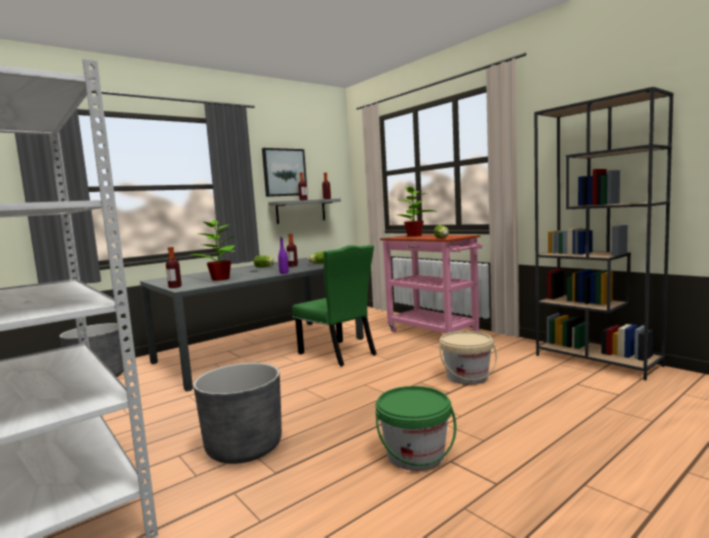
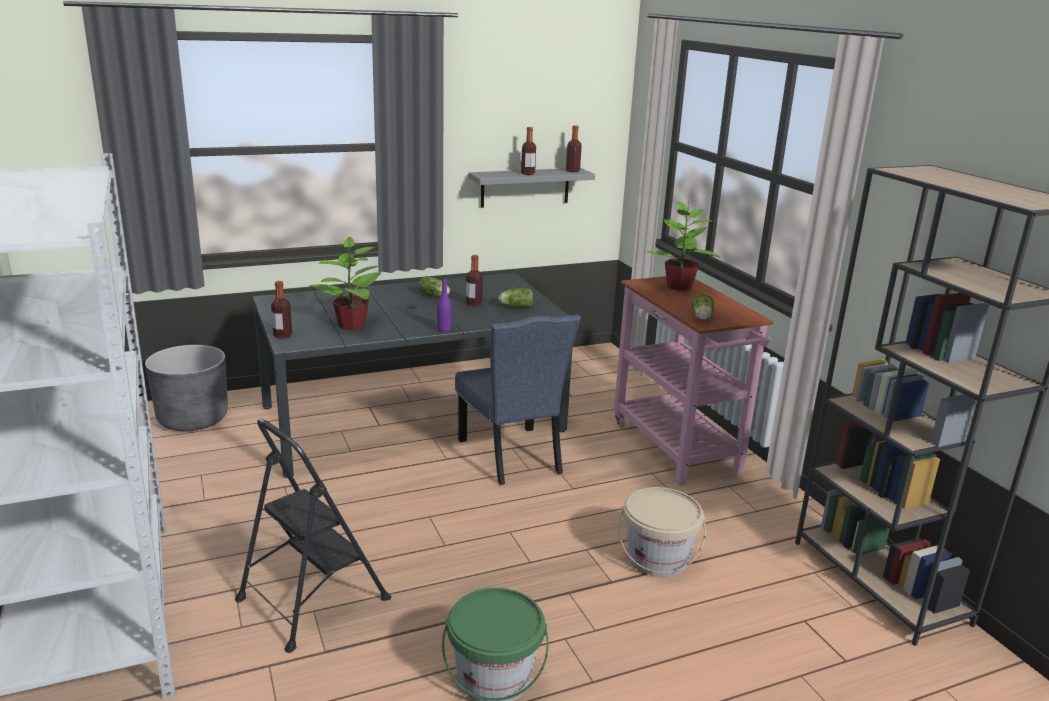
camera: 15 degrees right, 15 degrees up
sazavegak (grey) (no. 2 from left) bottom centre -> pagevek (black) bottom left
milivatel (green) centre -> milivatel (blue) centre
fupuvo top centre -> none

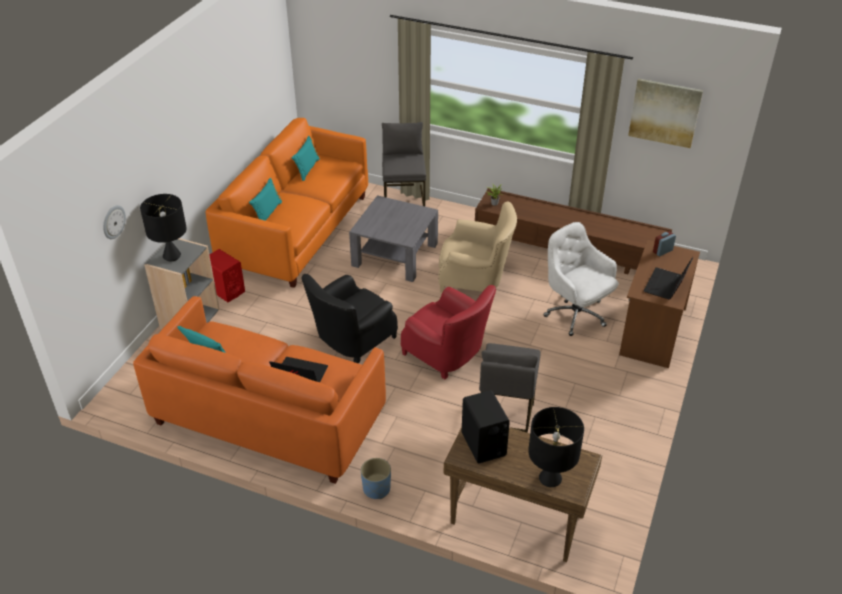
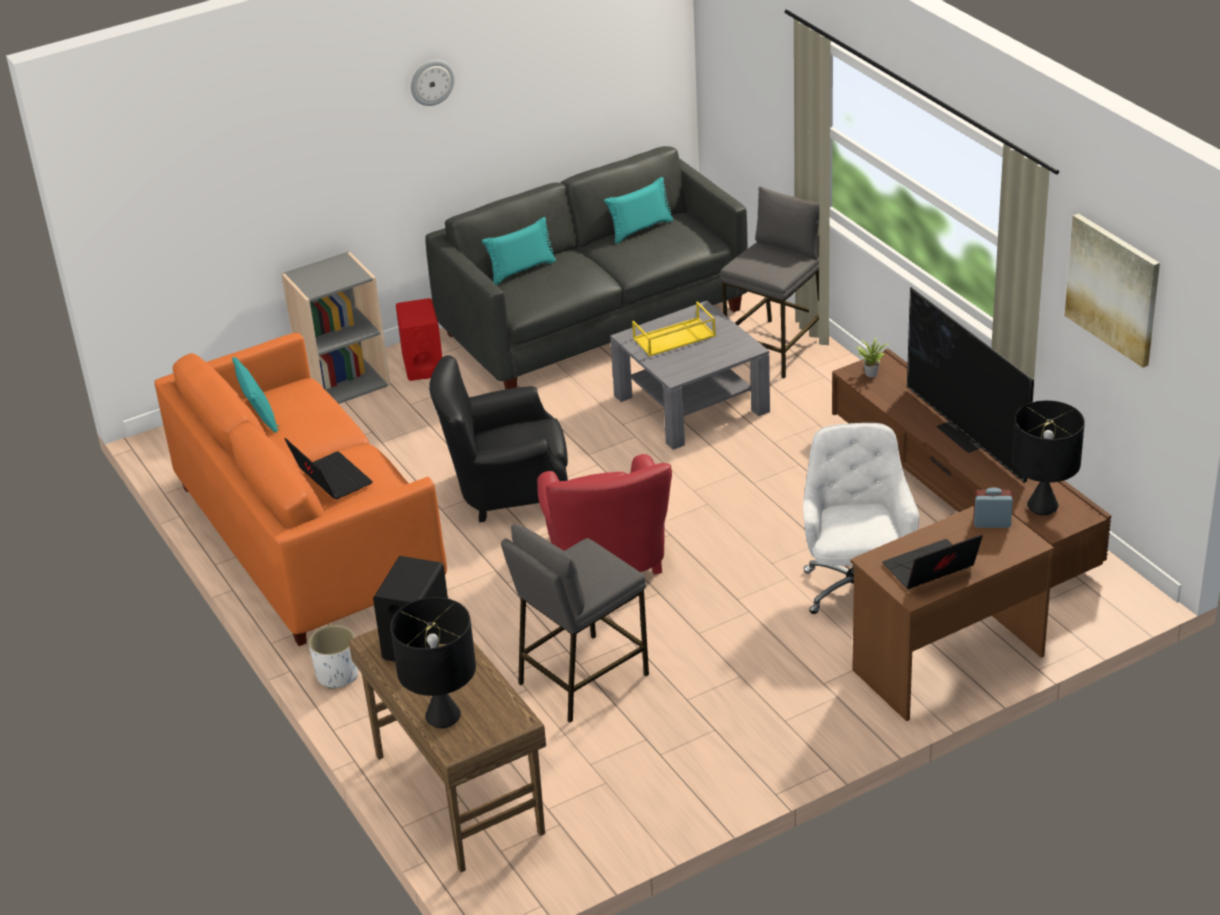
camera: 40 degrees right, 5 degrees down
sazavegak (blue) bottom centre -> sazavegak (white) bottom left
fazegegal middle left -> fazegegal top centre, relocated
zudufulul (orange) (no. 2 from left) centre -> zudufulul (grey) top centre
none -> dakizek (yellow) centre
none -> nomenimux middle right
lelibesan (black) (no. 1 from left in the first image) middle left -> lelibesan (black) (no. 2 from left) middle right, relocated
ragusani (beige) centre -> none

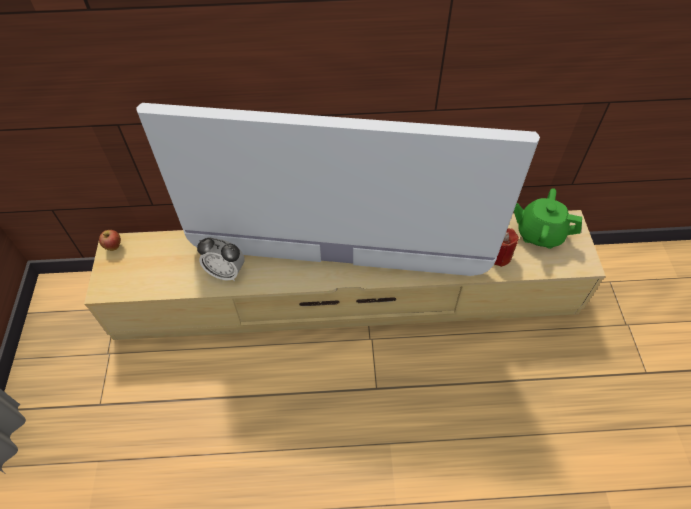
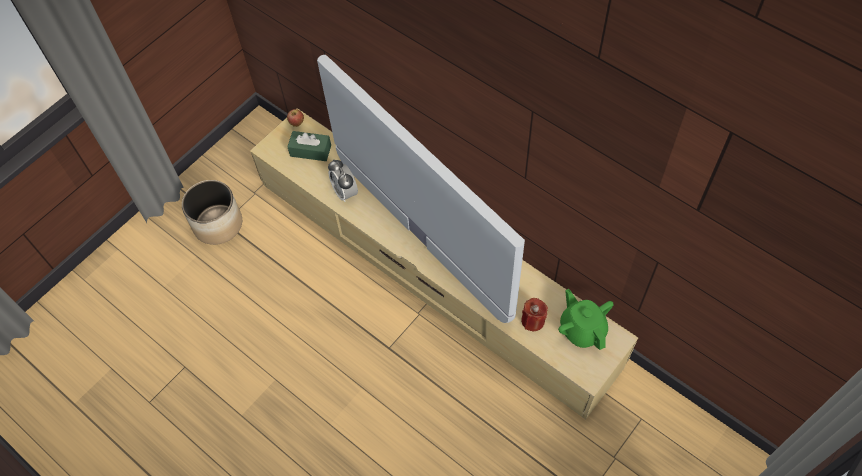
camera: 45 degrees right, 5 degrees up
none -> sazavegak middle left
none -> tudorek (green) top centre

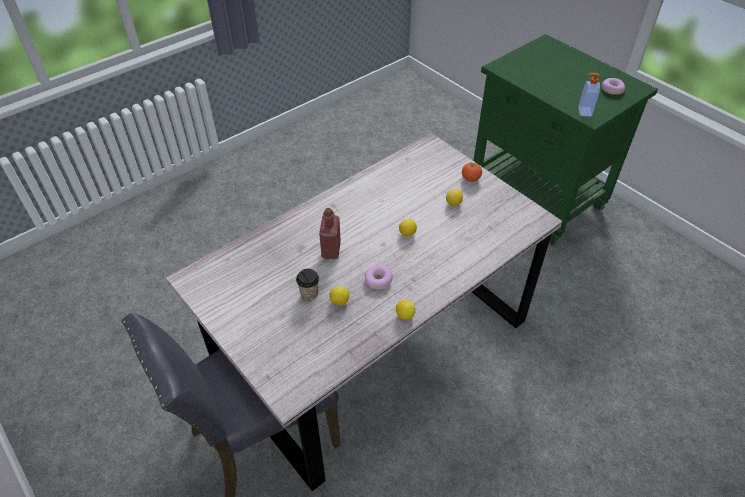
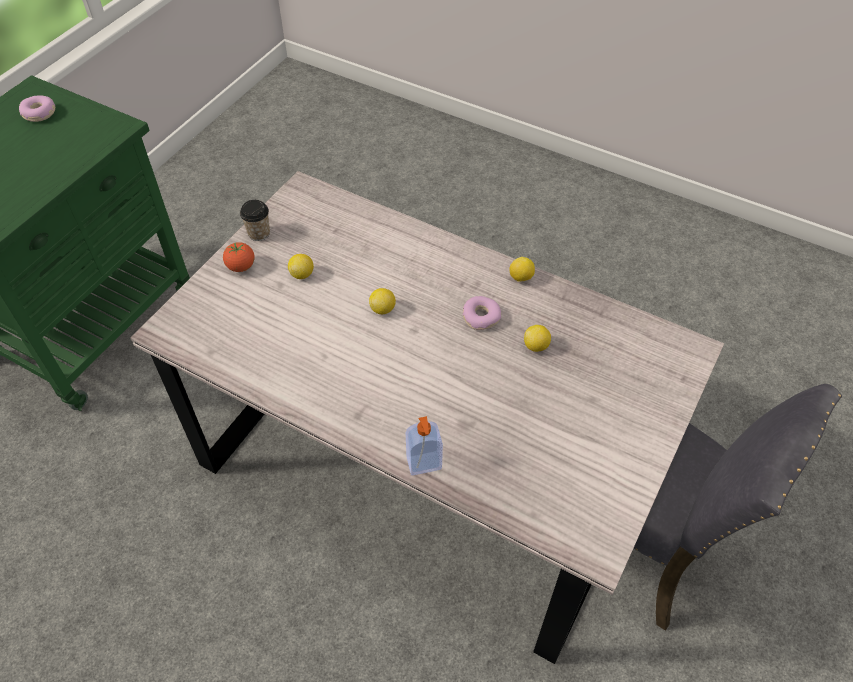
camera: 110 degrees left, 5 degrees up
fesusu centre -> fesusu top left, relocated
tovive top right -> tovive centre, relocated
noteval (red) centre -> none

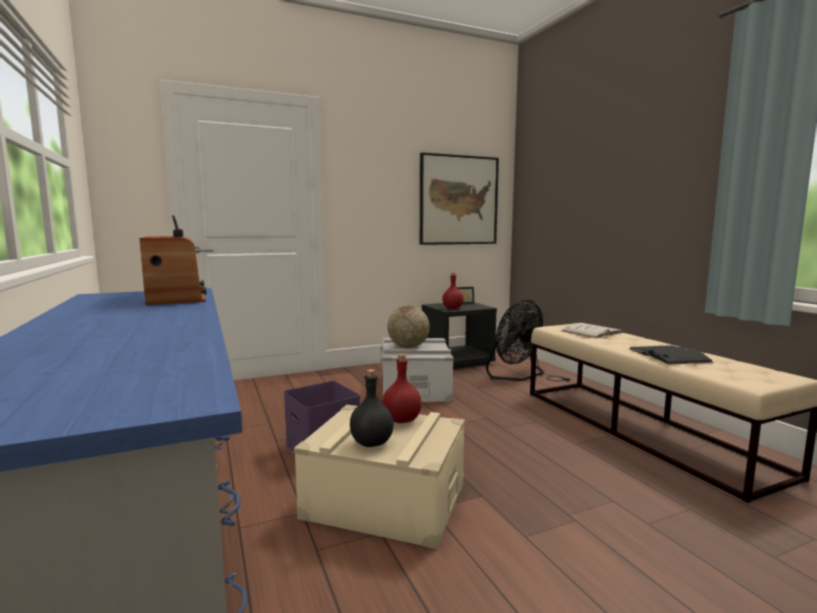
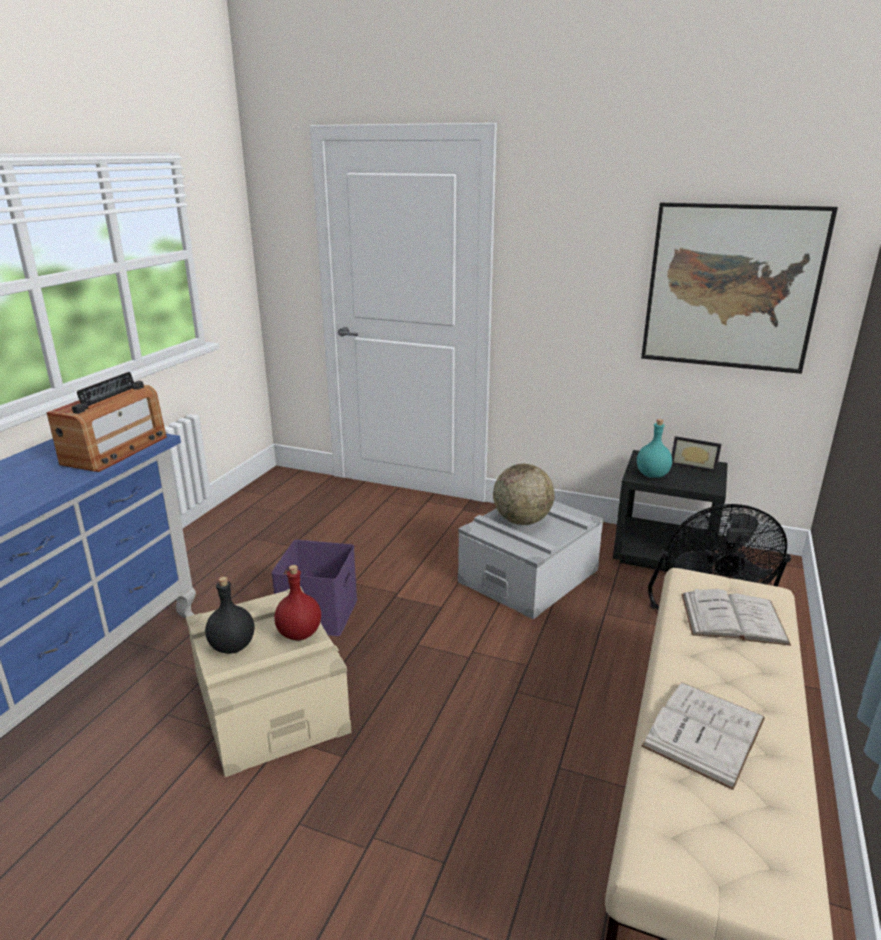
camera: 45 degrees right, 15 degrees up
noteval (red) (no. 2 from left) centre -> noteval (turquoise) middle right
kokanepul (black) middle right -> kokanepul (white) (no. 1 from left) bottom right

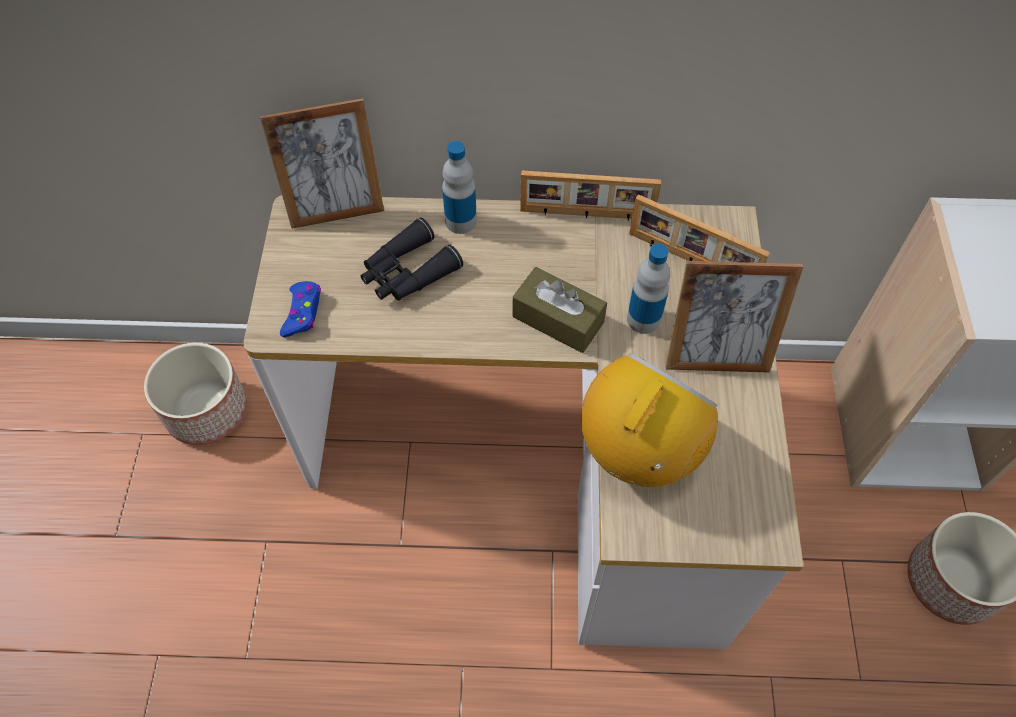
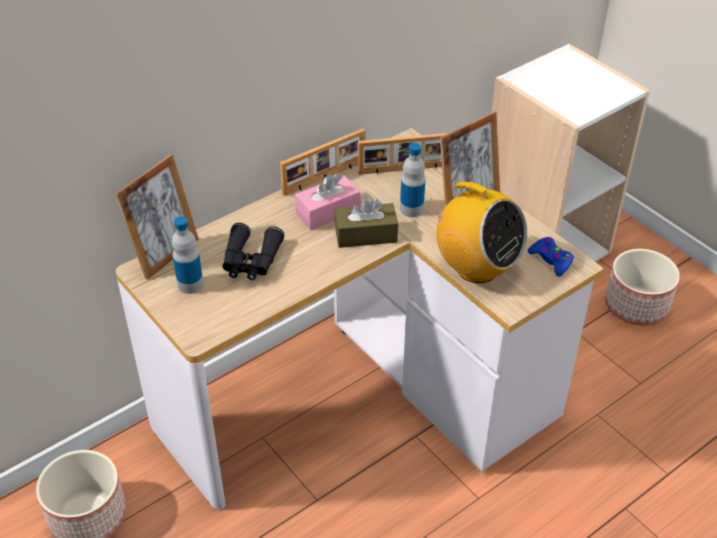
camera: 40 degrees left, 15 degrees down
noteval (no. 1 from left) top centre -> noteval (no. 1 from left) middle left, relocated
none -> tudorek (pink) centre
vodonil centre -> vodonil middle right, 135 degrees clockwise
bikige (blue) middle left -> bikige (blue) middle right, relocated

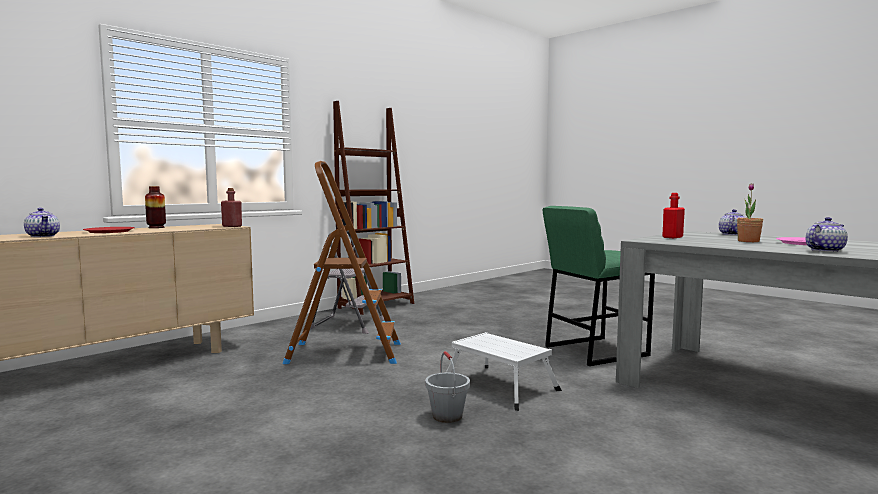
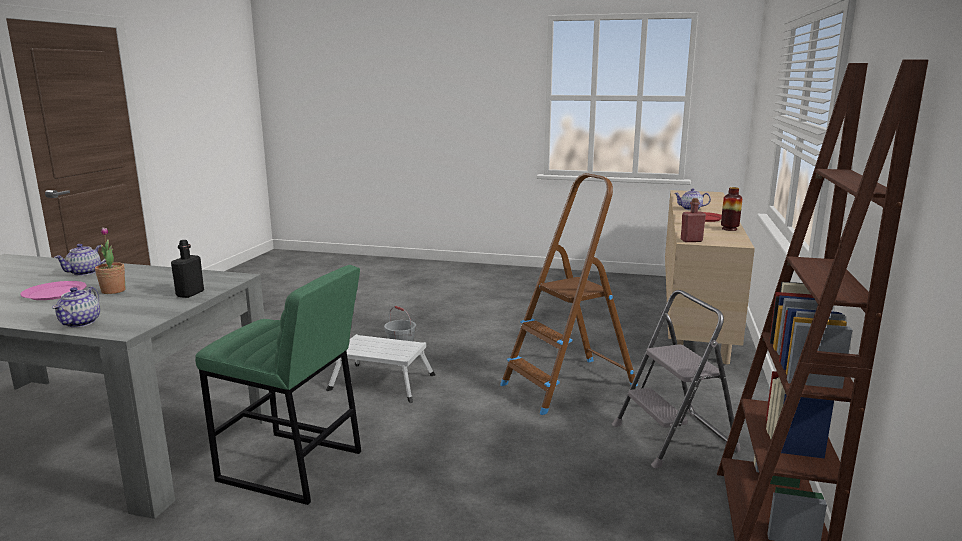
camera: 150 degrees right, 10 degrees up
noteval (red) (no. 2 from left) middle right -> noteval (black) middle left
milivatel (green) middle right -> milivatel (green) bottom left, 75 degrees clockwise

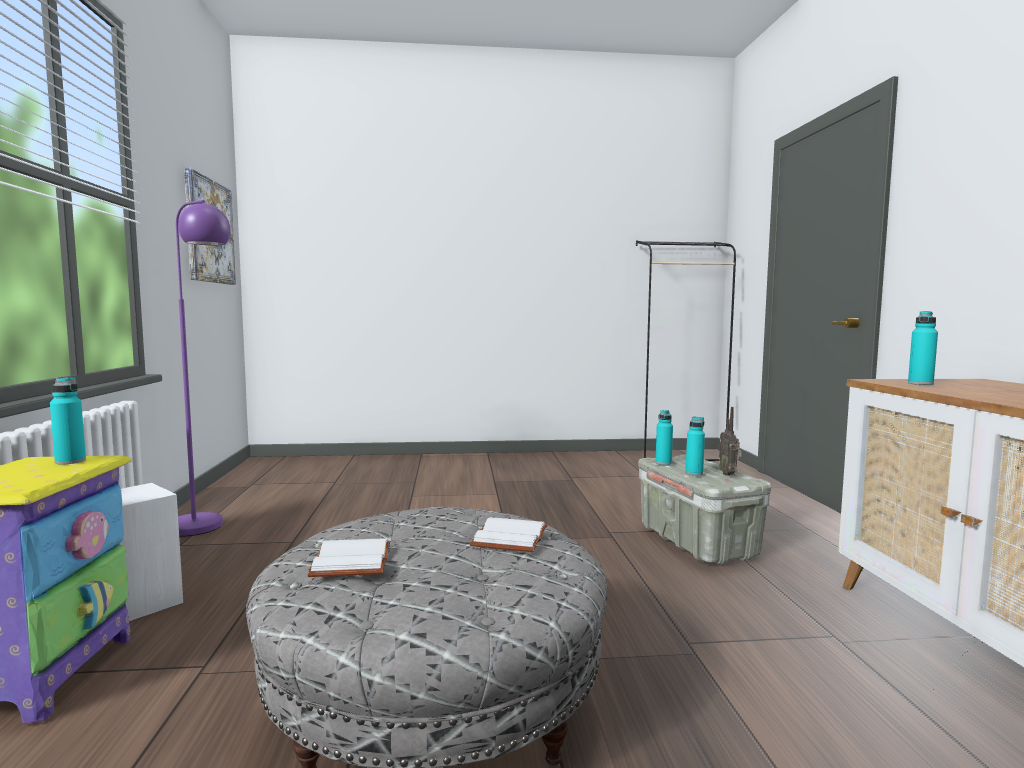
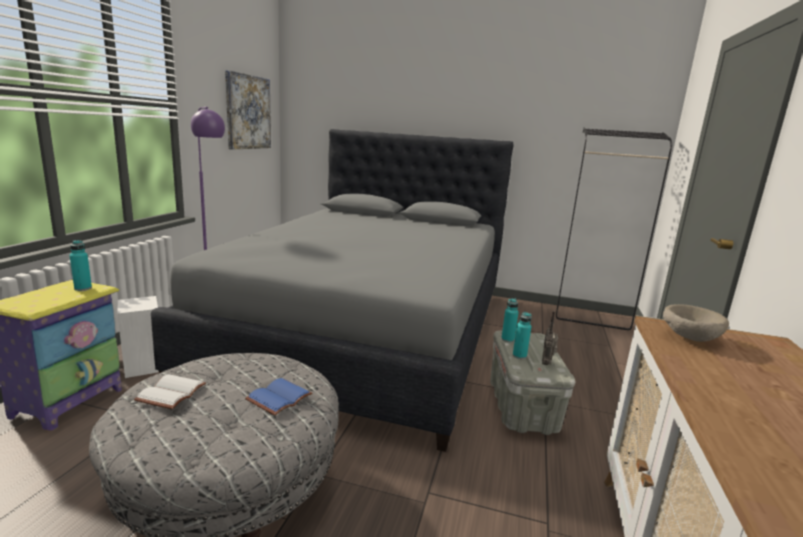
camera: 20 degrees right, 10 degrees up
none -> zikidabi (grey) centre
kokanepul (white) (no. 2 from left) bottom centre -> kokanepul (blue) bottom centre
noteval (turquoise) (no. 4 from left) middle right -> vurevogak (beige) middle right

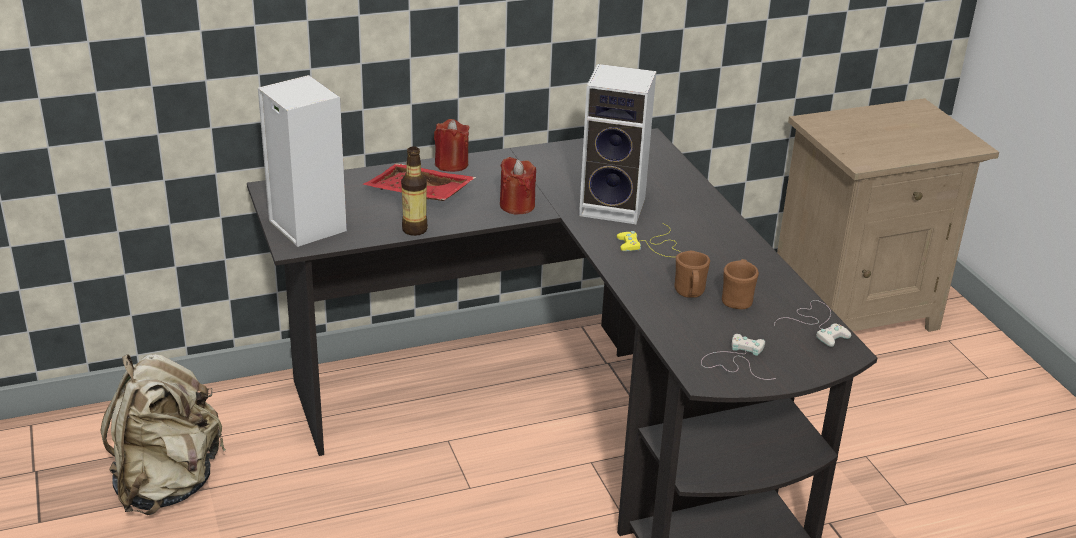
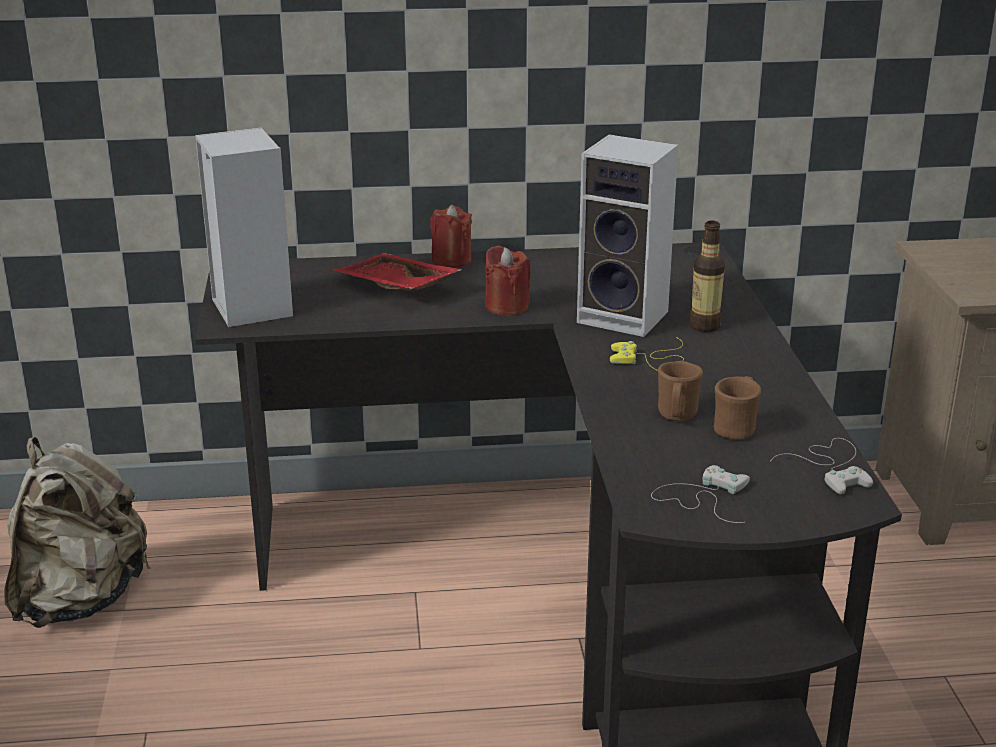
camera: 15 degrees right, 5 degrees down
noteval centre -> noteval middle right, relocated

